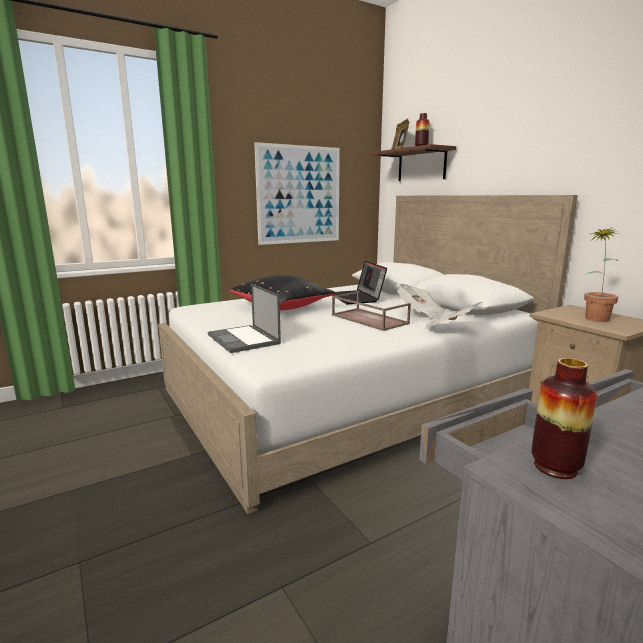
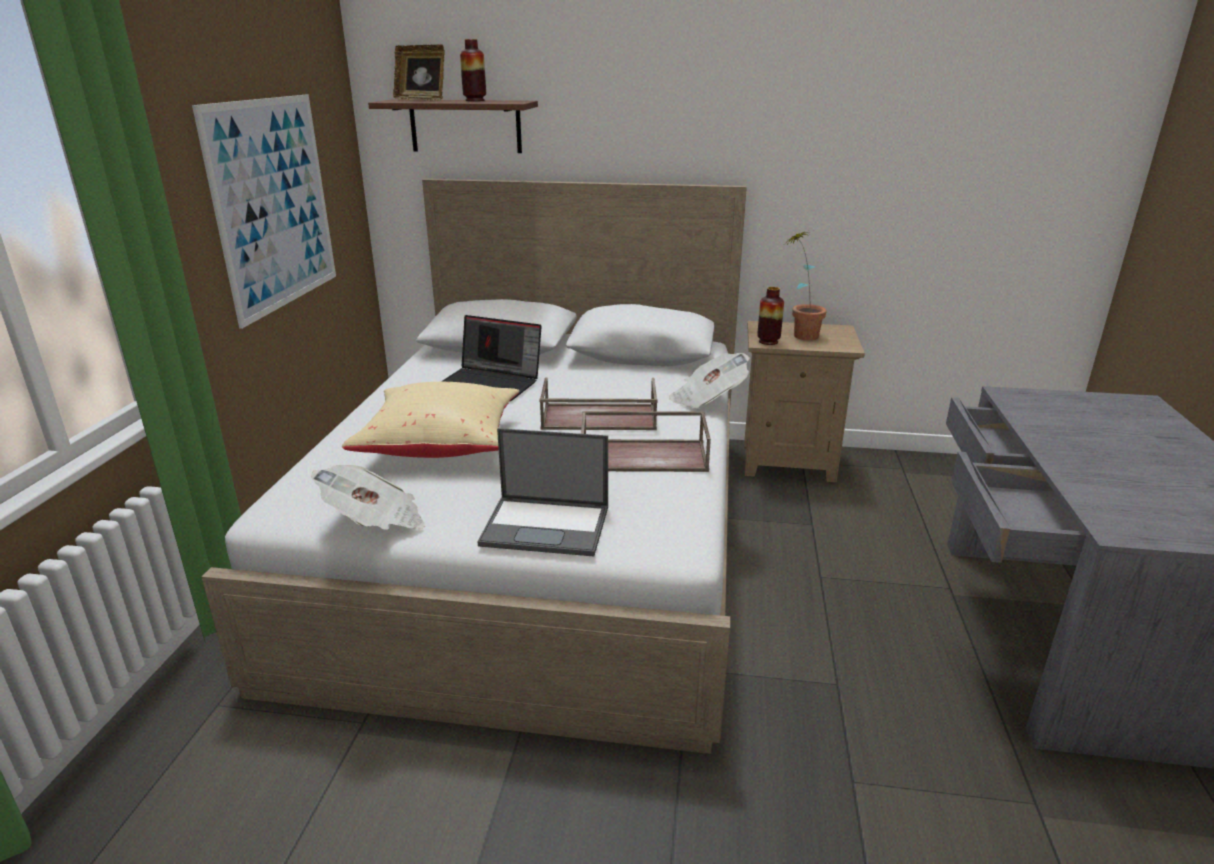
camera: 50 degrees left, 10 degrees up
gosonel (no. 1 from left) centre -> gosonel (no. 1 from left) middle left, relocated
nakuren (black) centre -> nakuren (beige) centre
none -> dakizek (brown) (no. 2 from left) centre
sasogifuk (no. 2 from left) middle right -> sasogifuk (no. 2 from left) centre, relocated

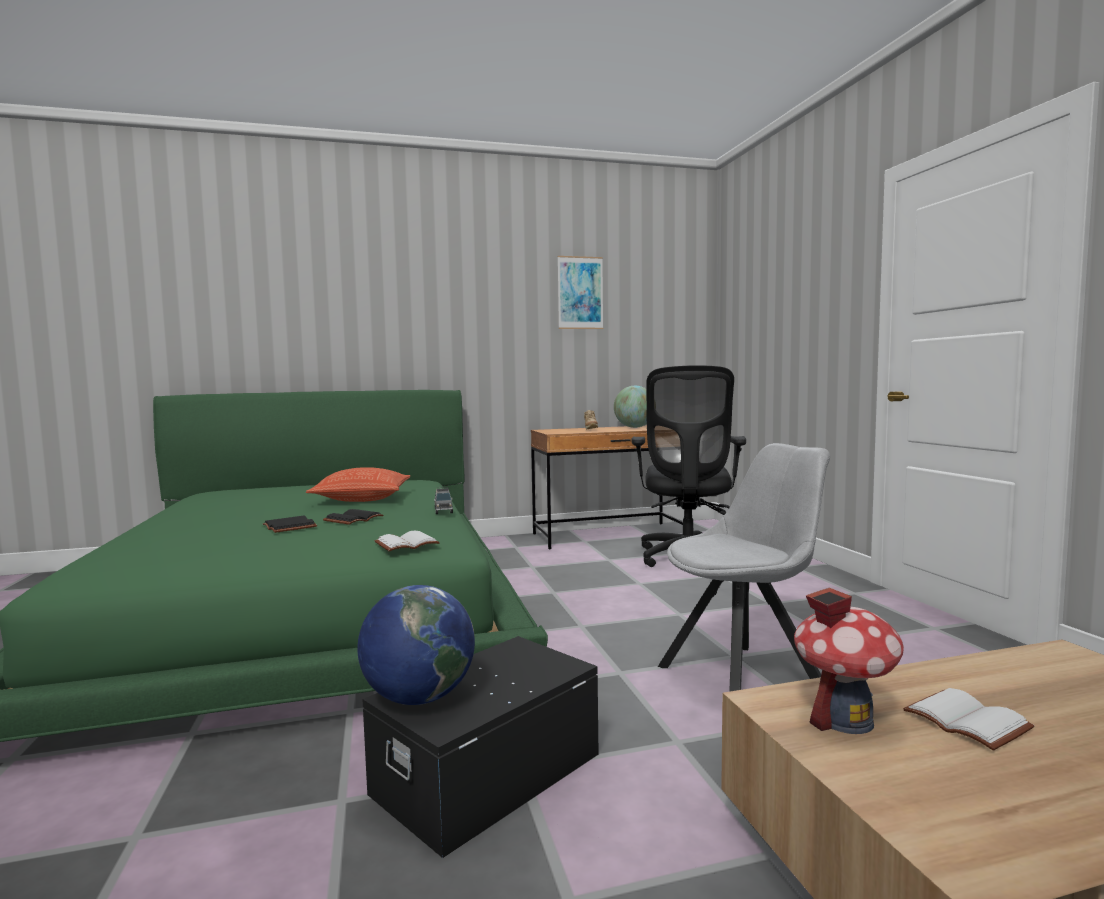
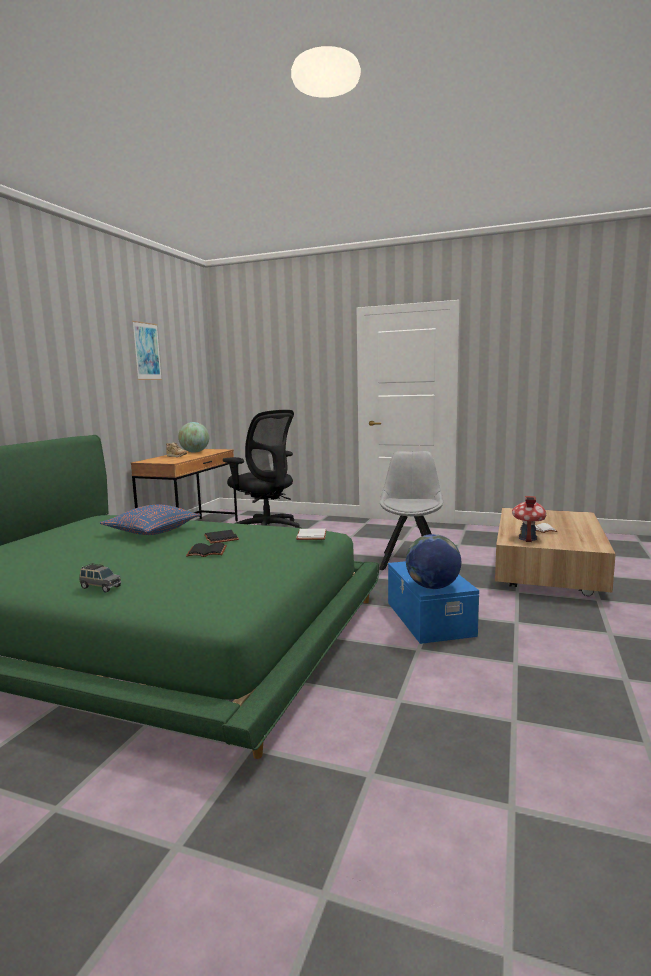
camera: 55 degrees left, 5 degrees up
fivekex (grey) centre -> fivekex (grey) middle left, relocated
nakuren (orange) middle left -> nakuren (blue) middle left
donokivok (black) bottom centre -> donokivok (blue) centre

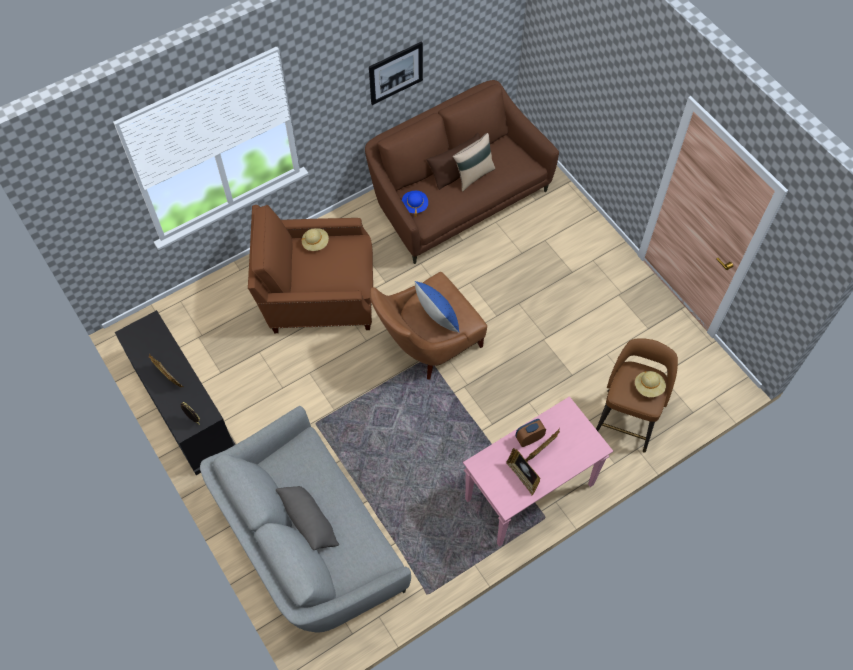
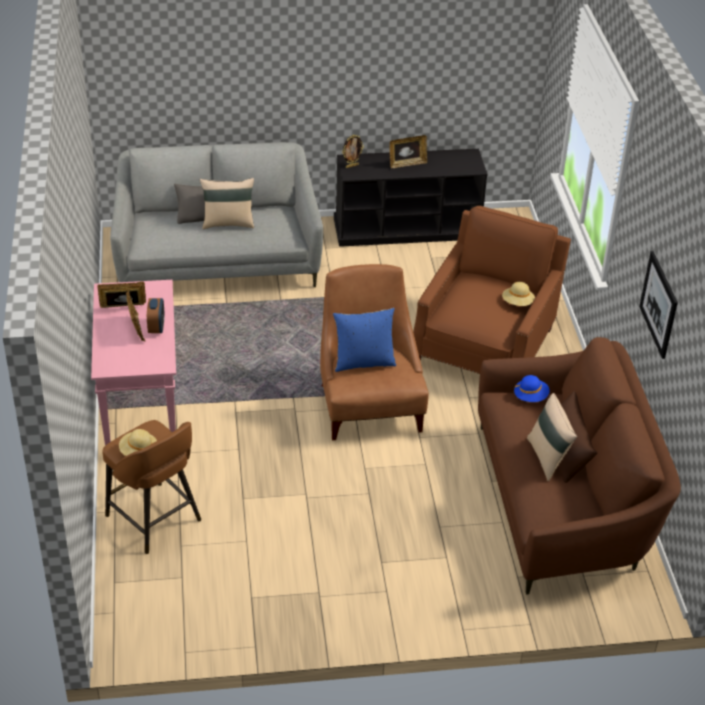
camera: 115 degrees right, 20 degrees down
none -> nakuren (beige) (no. 1 from left) top left

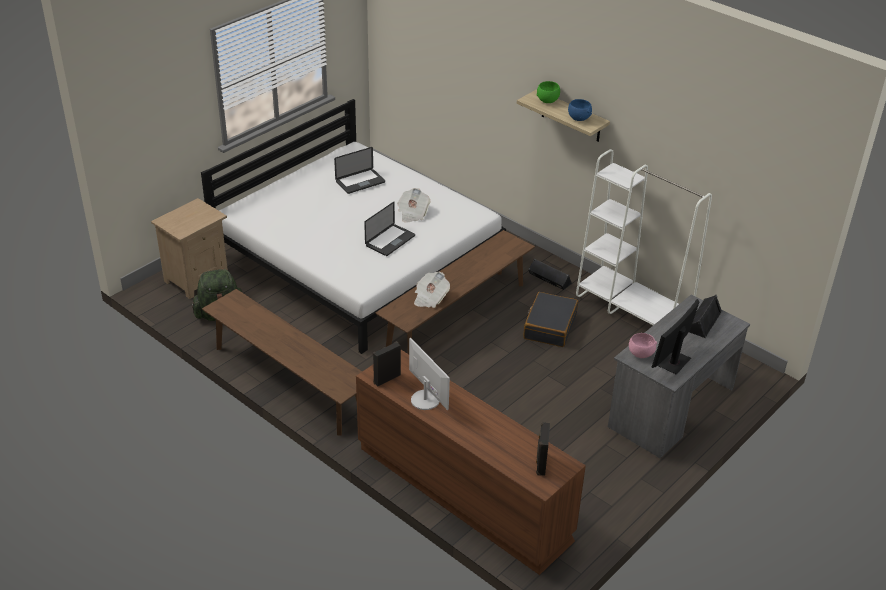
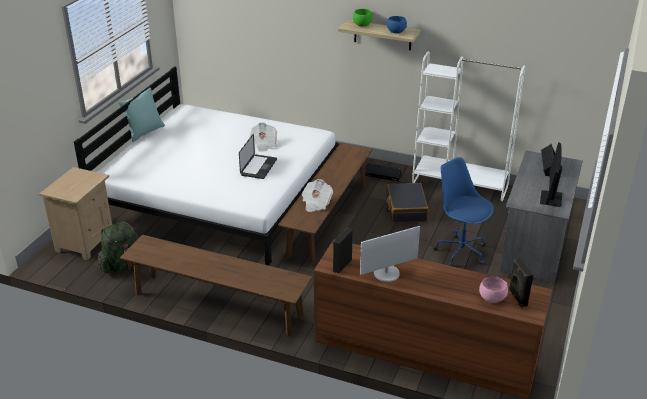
camera: 20 degrees left, 5 degrees down
none -> nakuren (turquoise) top left
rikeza (no. 1 from left) centre, 120 degrees clockwise
none -> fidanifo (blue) middle right
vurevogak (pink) middle right -> vurevogak (pink) bottom right, relocated
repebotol (no. 1 from left) top centre -> none

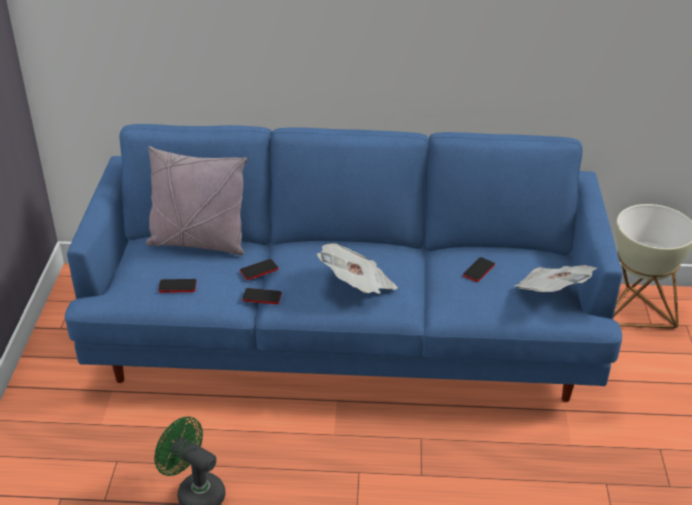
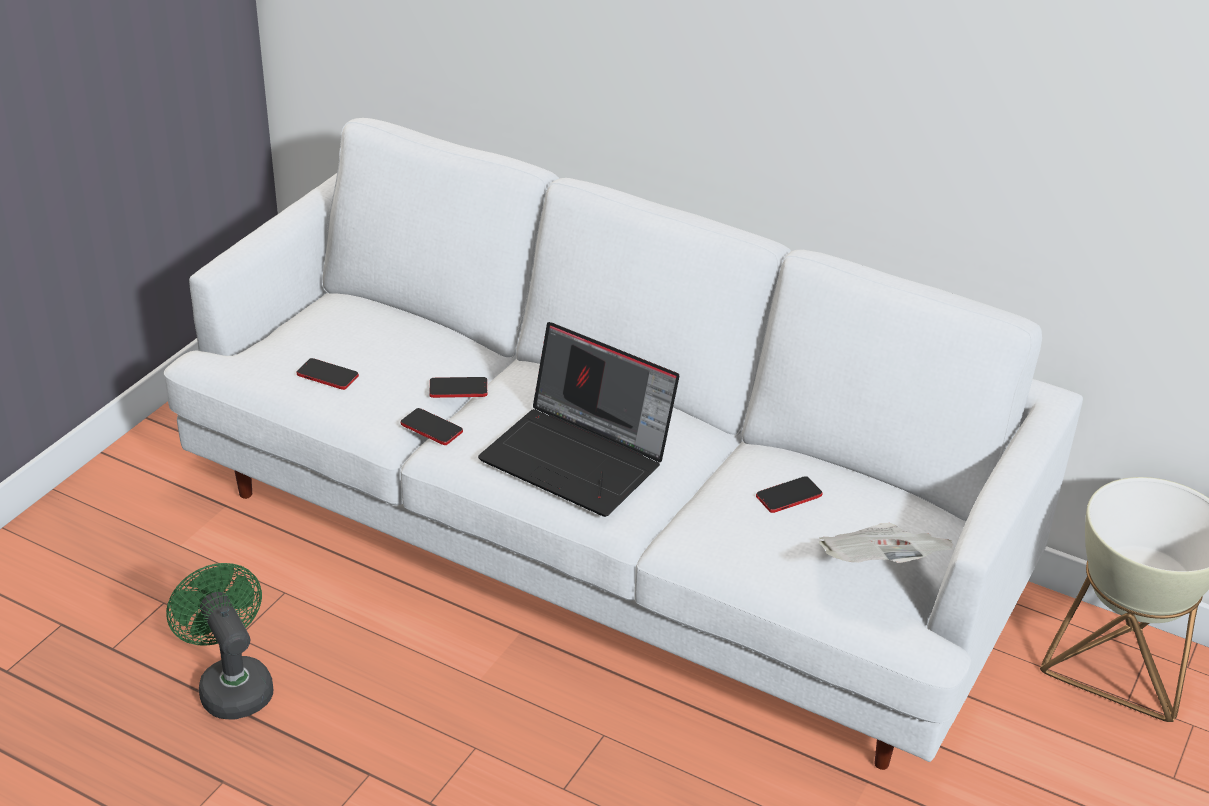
camera: 25 degrees right, 0 degrees up
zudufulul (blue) centre -> zudufulul (white) centre
gosonel (no. 1 from left) centre -> repebotol centre
nakuren (purple) middle left -> none

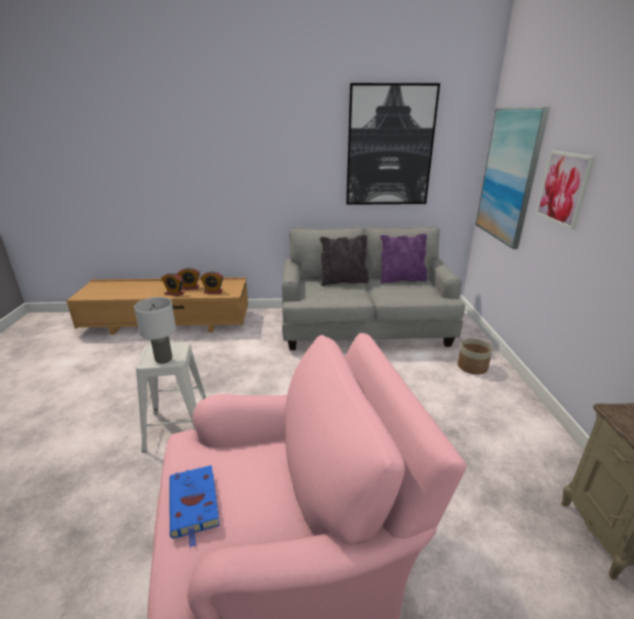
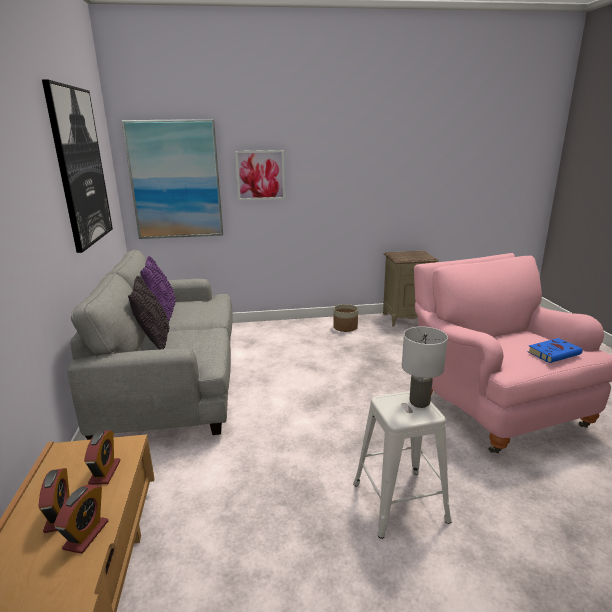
camera: 95 degrees left, 5 degrees down
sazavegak middle right -> sazavegak centre, relocated

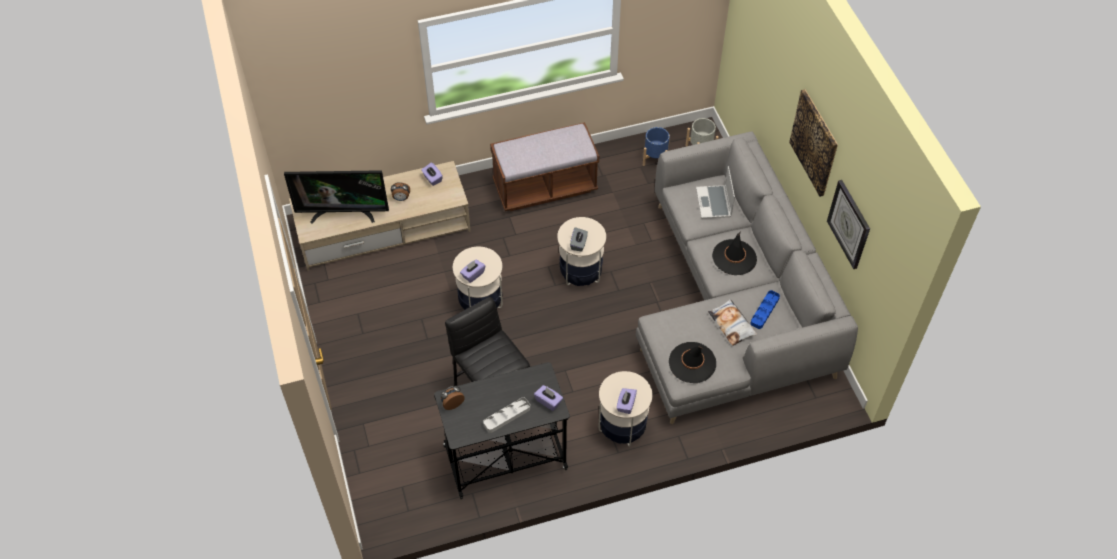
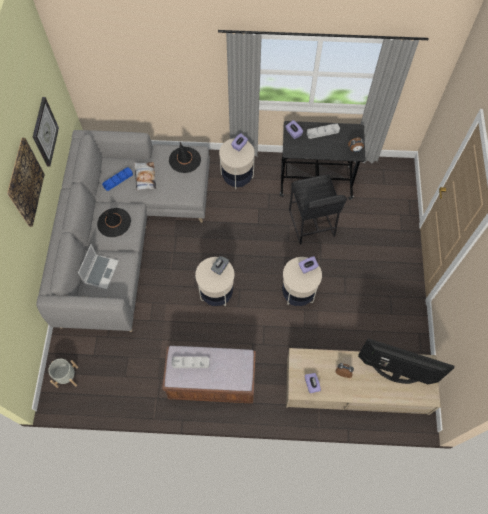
camera: 160 degrees left, 10 degrees up
none -> dakizek (grey) (no. 1 from left) bottom centre
sazavegak (blue) top centre -> none

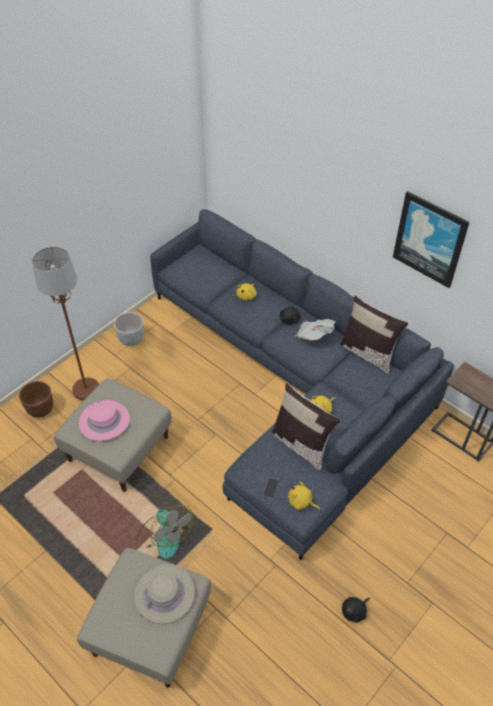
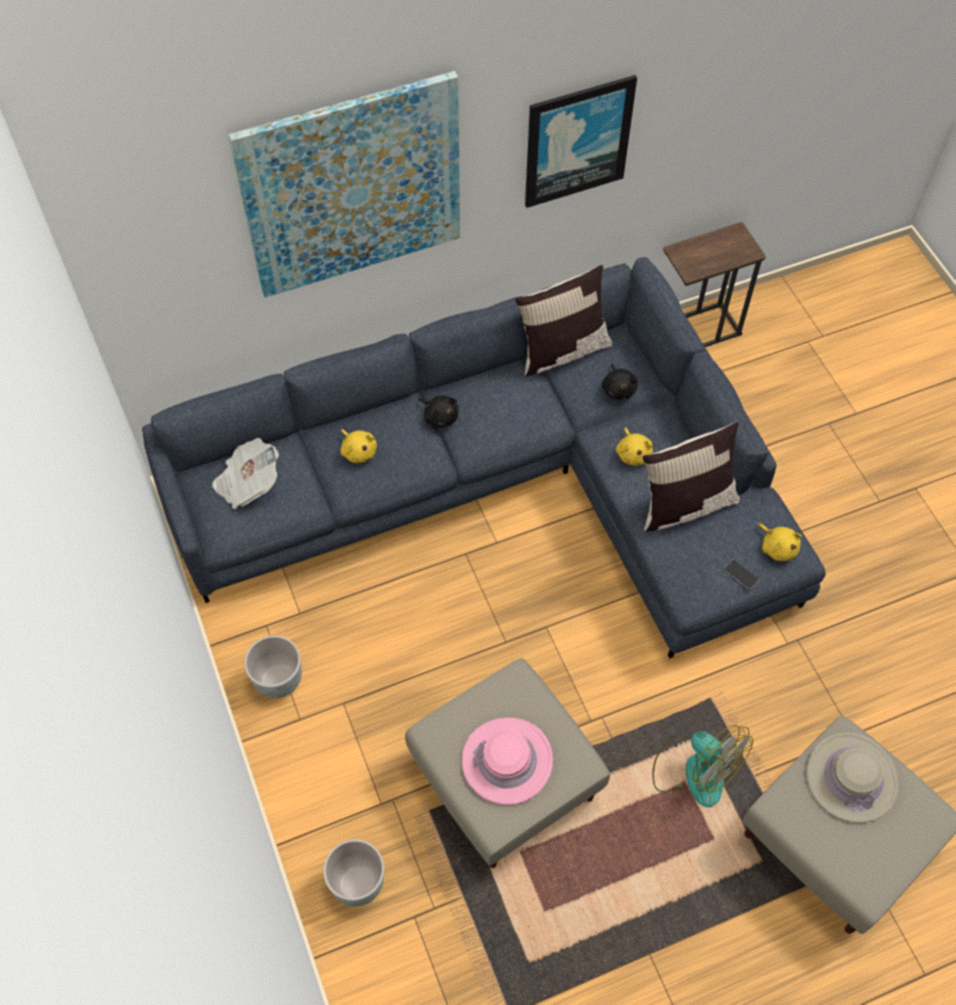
camera: 65 degrees left, 10 degrees up
gosonel centre -> gosonel middle left, relocated
none -> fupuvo (no. 1 from left) top centre
sazavegak (brown) middle left -> sazavegak (grey) (no. 2 from left) bottom centre
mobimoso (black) (no. 2 from left) bottom right -> mobimoso (black) (no. 2 from left) centre, relocated
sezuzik bottom left -> sezuzik bottom right, 60 degrees clockwise
mobimoso (yellow) (no. 2 from left in the first image) bottom centre -> mobimoso (yellow) (no. 3 from left) middle right, 90 degrees counterclockwise
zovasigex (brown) middle left -> none

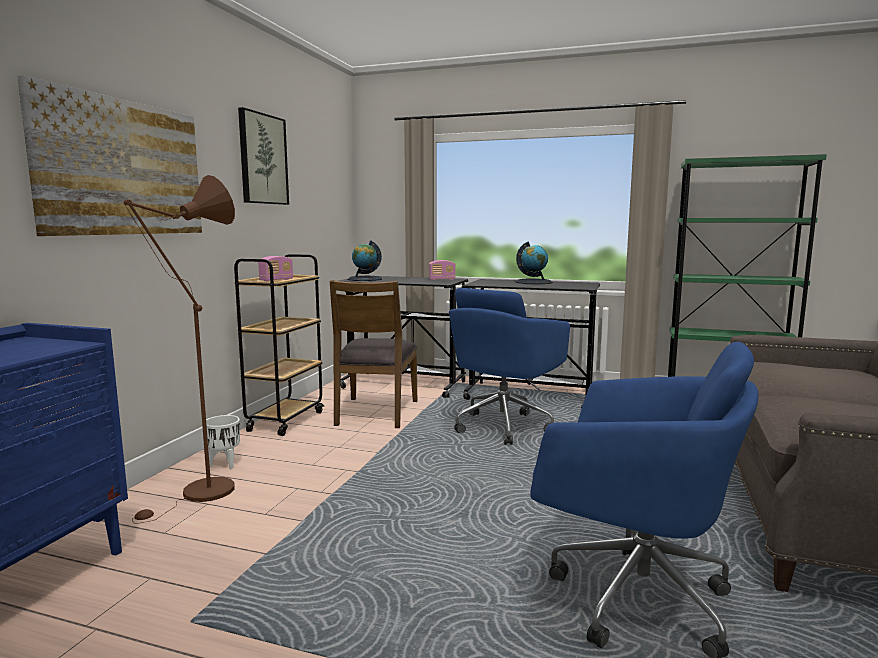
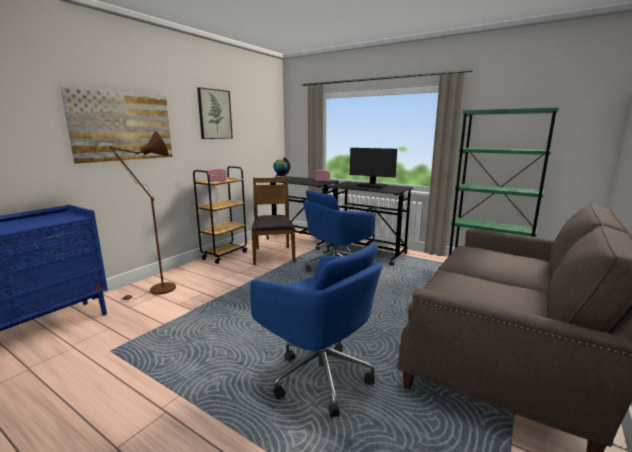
camera: 15 degrees right, 5 degrees up
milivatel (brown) centre, 150 degrees clockwise
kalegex (no. 2 from left) centre -> rikeza centre
sazavegak (white) bottom left -> none

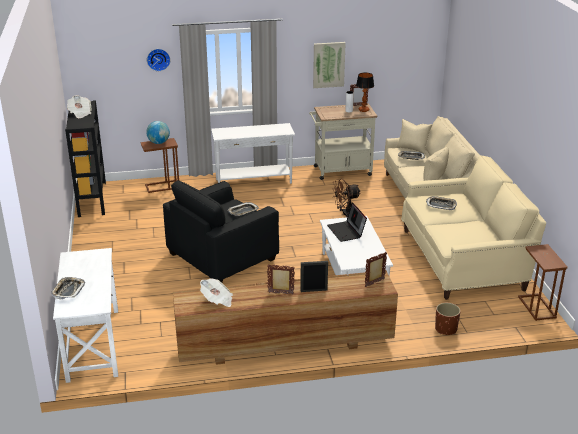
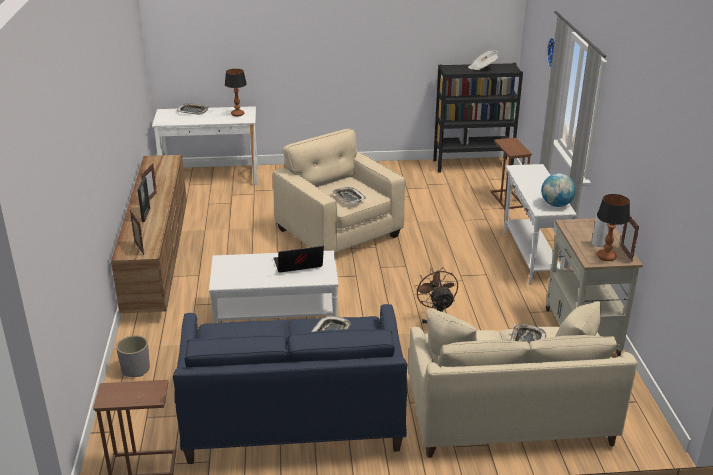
camera: 95 degrees right, 0 degrees up
sazavegak (brown) bottom right -> sazavegak (grey) bottom left
zudufulul (beige) (no. 2 from left) middle right -> zudufulul (blue) bottom centre
none -> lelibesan (no. 1 from left) top left
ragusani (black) centre -> ragusani (beige) centre
kalegex top left -> kalegex middle right, relocated
gosonel (no. 2 from left) bottom centre -> none
fupuvo top centre -> none

